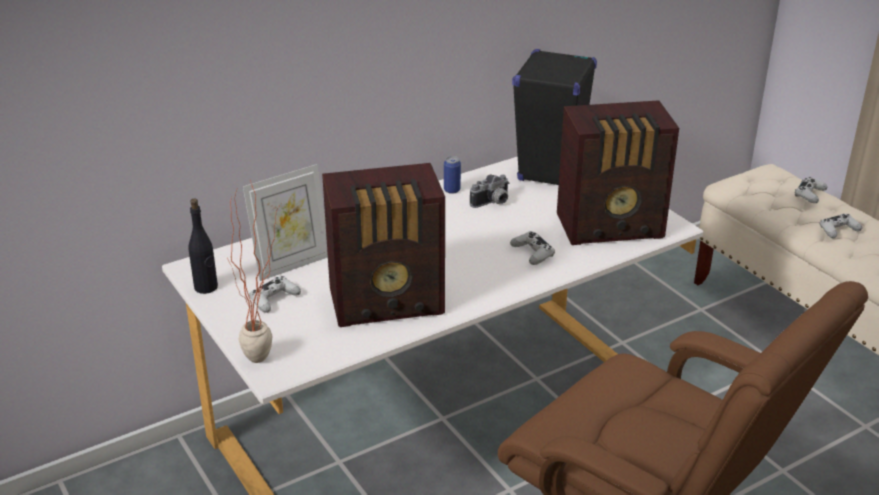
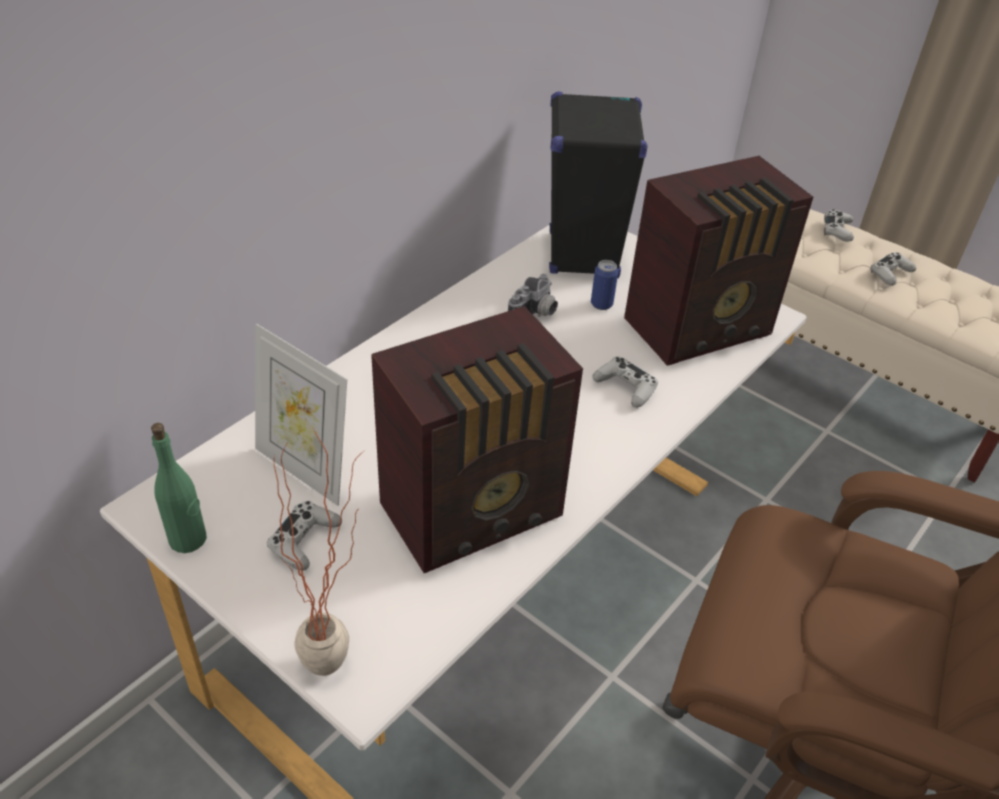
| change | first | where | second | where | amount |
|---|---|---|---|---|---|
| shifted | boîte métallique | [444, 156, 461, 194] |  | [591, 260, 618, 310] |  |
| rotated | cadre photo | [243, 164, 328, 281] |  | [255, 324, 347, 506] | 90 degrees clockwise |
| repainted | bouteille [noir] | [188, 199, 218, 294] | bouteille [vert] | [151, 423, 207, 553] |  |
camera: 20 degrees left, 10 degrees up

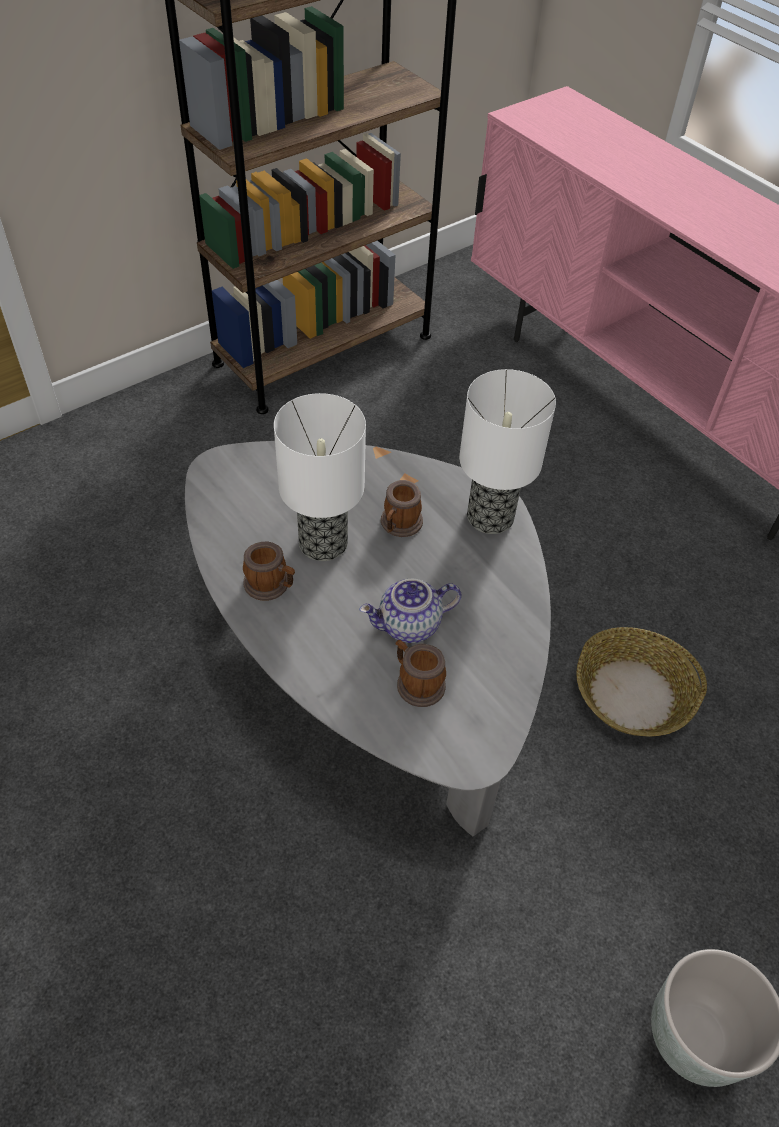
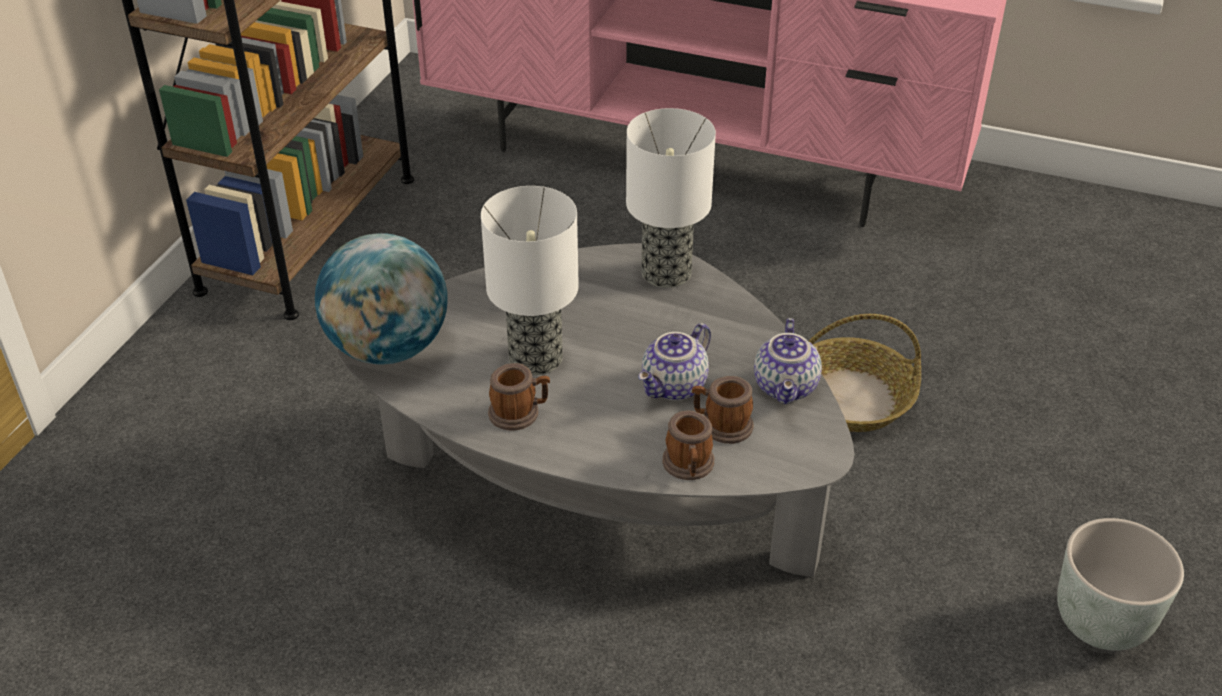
| change | first | where | second | where | amount |
|---|---|---|---|---|---|
| shifted | mug | [381, 480, 423, 537] |  | [663, 410, 714, 480] |  |
| new |  |  | globe | [315, 233, 448, 365] |  |
| new |  |  | théière | [754, 318, 822, 404] |  |
camera: 30 degrees left, 10 degrees down

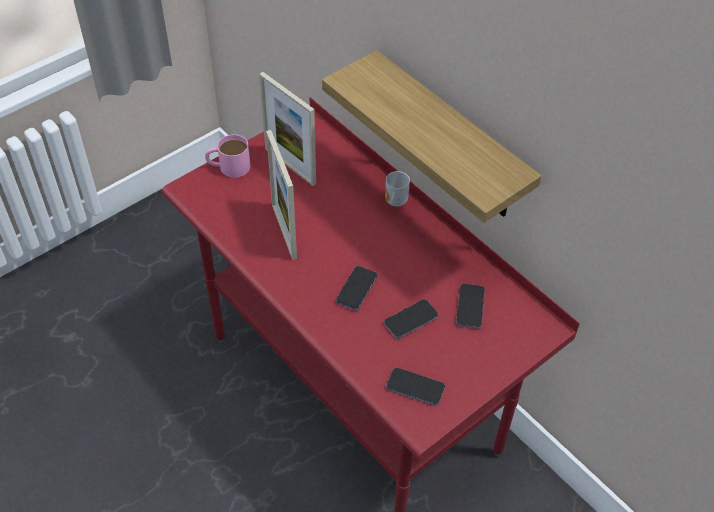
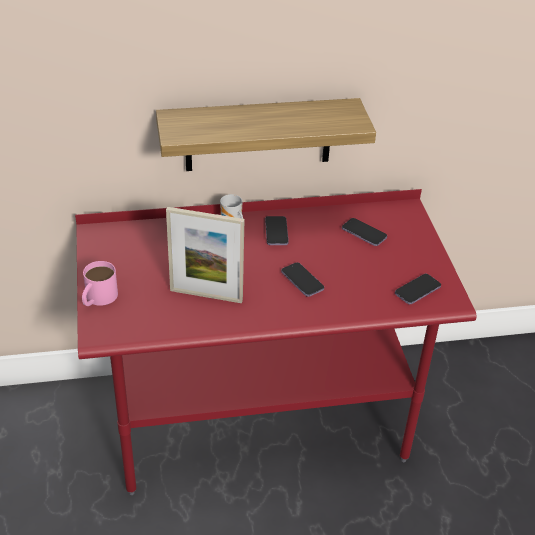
| change | first | where | second | where | amount |
|---|---|---|---|---|---|
| gone | cadre photo | [259, 72, 316, 186] |  |  |  |
| shifted | téléphone | [384, 299, 438, 339] |  | [265, 216, 289, 245] |  |
camera: 60 degrees left, 10 degrees down

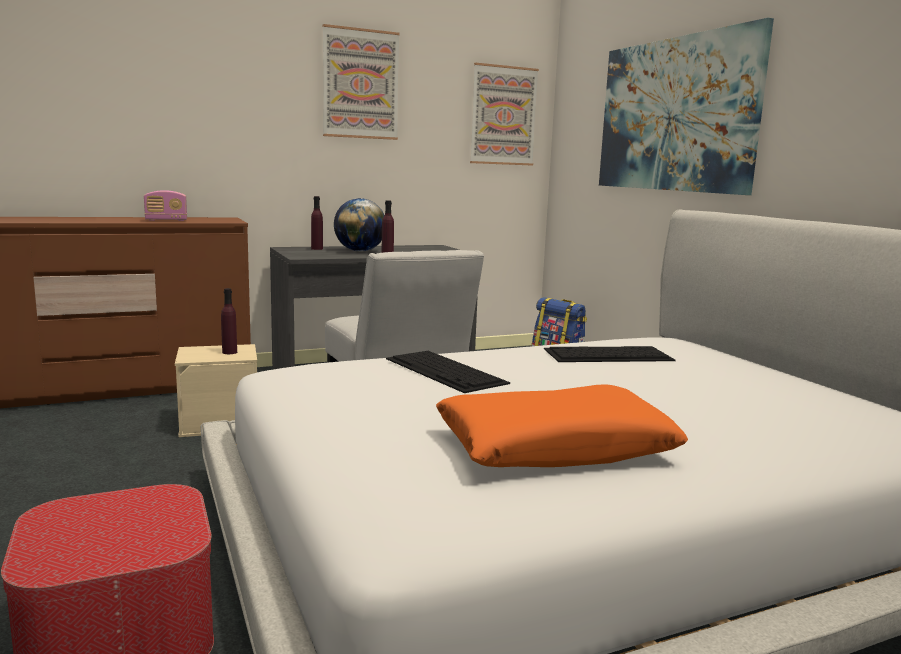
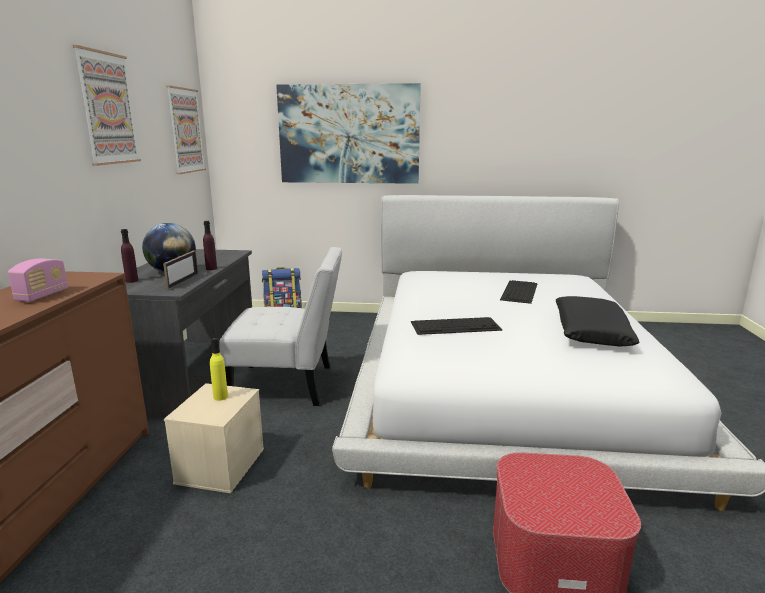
| change | first | where | second | where | amount |
|---|---|---|---|---|---|
| repainted | bouteille [violet] | [221, 288, 237, 354] | bouteille [jaune] | [210, 338, 228, 401] |  |
| shifted | clavier | [544, 346, 676, 362] |  | [500, 280, 538, 304] |  |
| repainted | coussin [orange] | [436, 384, 688, 467] | coussin [noir] | [556, 296, 639, 347] |  |
| new |  |  | cadre photo | [163, 250, 198, 290] |  |
camera: 60 degrees left, 5 degrees up

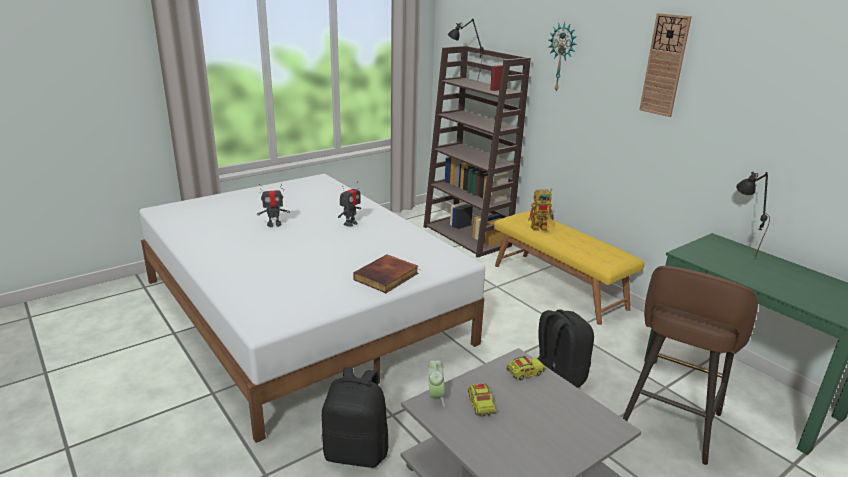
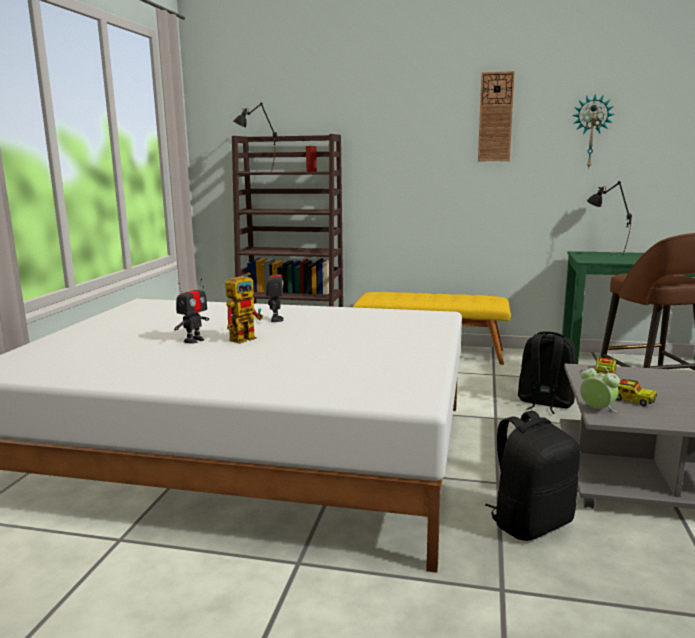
| change | first | where | second | where | amount |
|---|---|---|---|---|---|
| shifted | horloge murale | [548, 22, 577, 91] |  | [572, 93, 615, 169] |  |
| shifted | robot jouet | [528, 189, 554, 231] |  | [225, 273, 263, 344] |  |
| gone | livre | [353, 254, 418, 293] |  |  |  |
camera: 40 degrees left, 10 degrees down

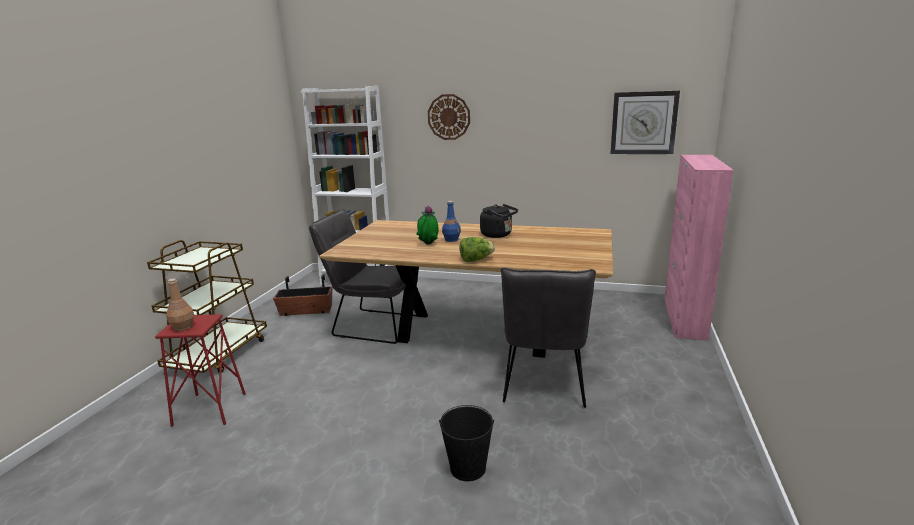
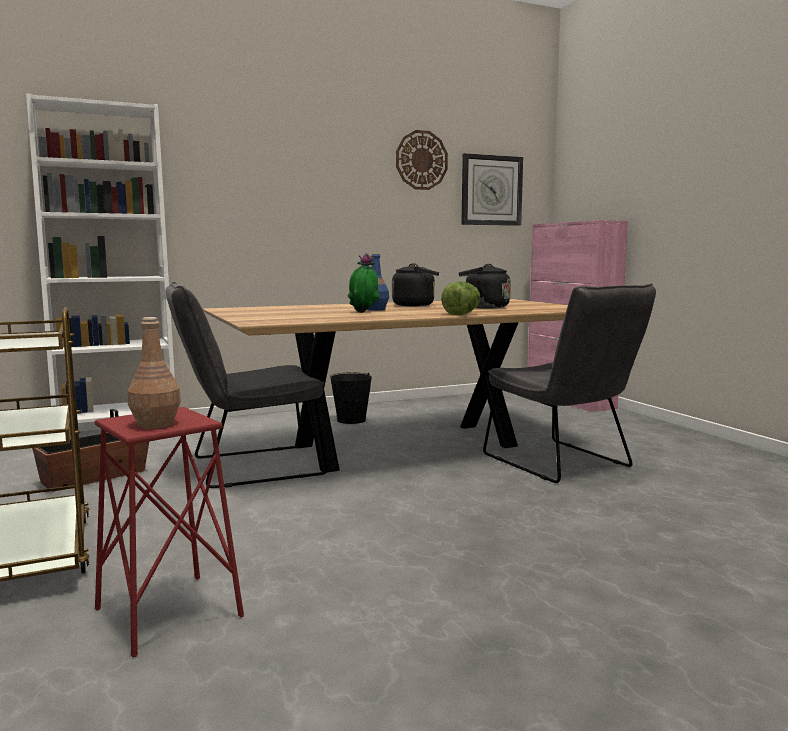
| change | first | where | second | where | amount |
|---|---|---|---|---|---|
| shifted | horloge murale | [428, 94, 470, 140] |  | [396, 130, 448, 190] |  |
| shifted | seau [noir] | [439, 405, 494, 481] |  | [330, 372, 372, 424] |  |
| new |  |  | bouilloire [noir] | [459, 264, 511, 309] |  |
camera: 40 degrees left, 10 degrees down

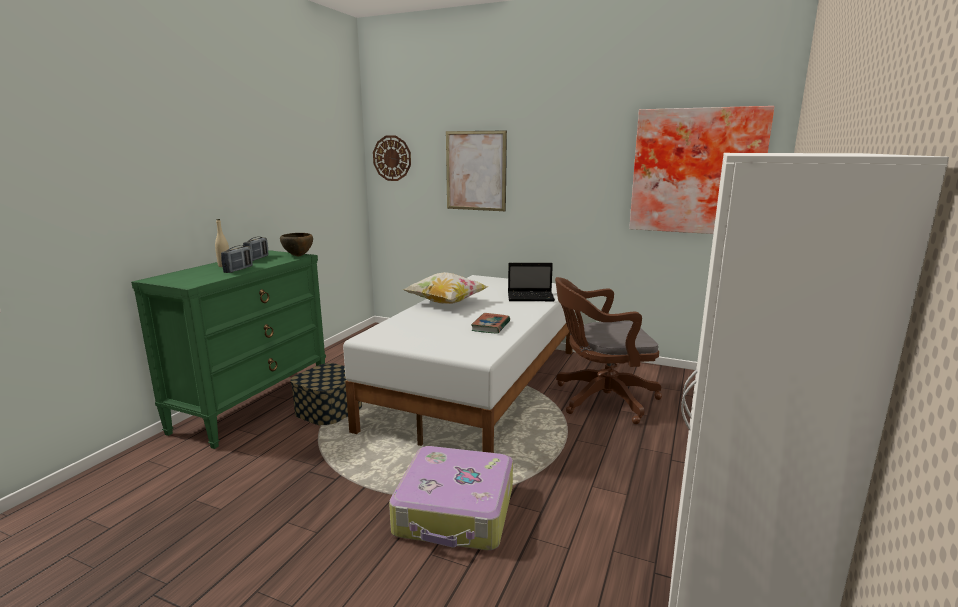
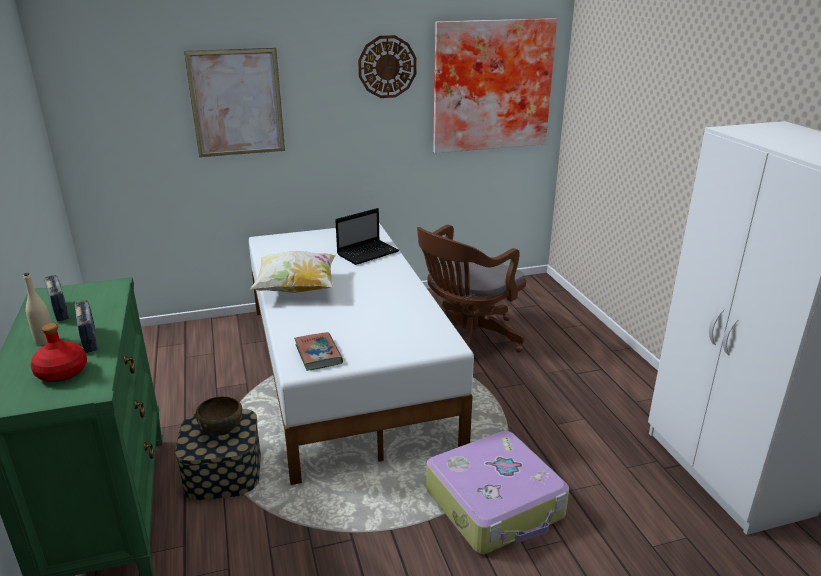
| change | first | where | second | where | amount |
|---|---|---|---|---|---|
| shifted | horloge murale | [373, 136, 411, 181] |  | [358, 35, 416, 98] |  |
| shifted | bol [marron] | [280, 233, 313, 256] |  | [196, 396, 242, 436] |  |
| shifted | livre | [471, 313, 510, 334] |  | [294, 332, 343, 371] |  |
| new |  |  | bouteille [rouge] | [31, 323, 87, 382] |  |
camera: 40 degrees left, 10 degrees up

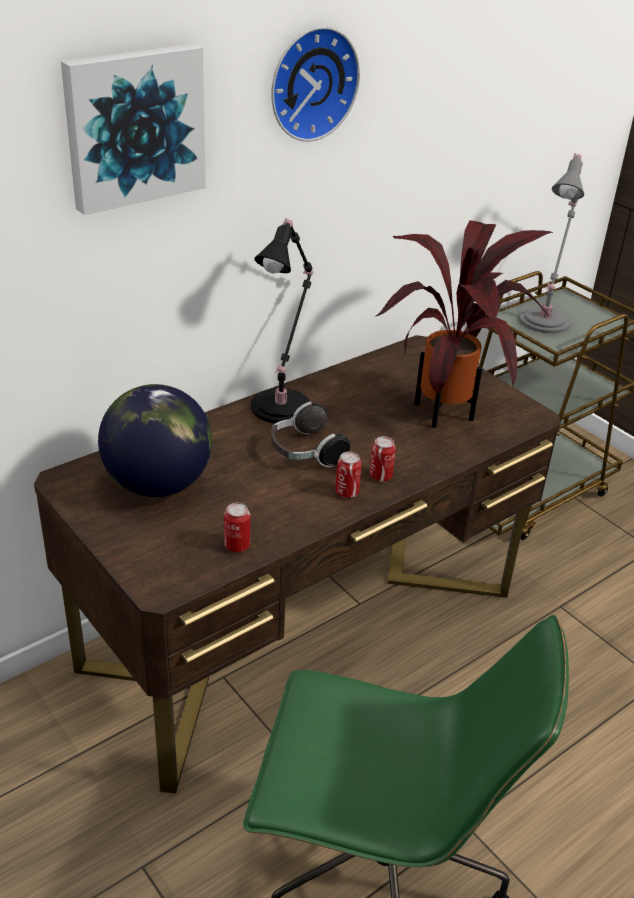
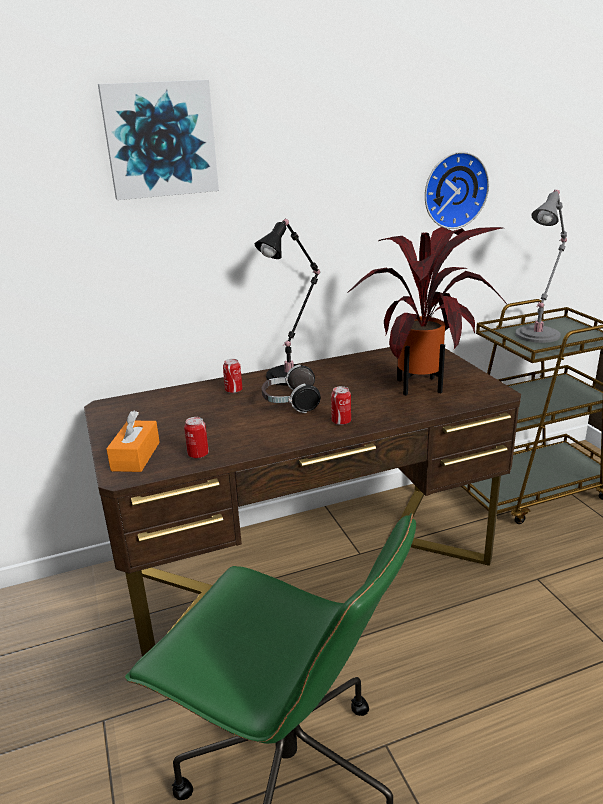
| change | first | where | second | where | amount |
|---|---|---|---|---|---|
| shifted | horloge murale | [271, 26, 360, 142] |  | [425, 152, 489, 229] |  |
| gone | globe | [98, 384, 212, 497] |  |  |  |
| shifted | boîte métallique | [335, 452, 362, 498] |  | [223, 359, 242, 393] |  |
| new |  |  | boîte à mouchoirs [orange] | [106, 411, 160, 472] |  |
camera: 20 degrees right, 10 degrees down

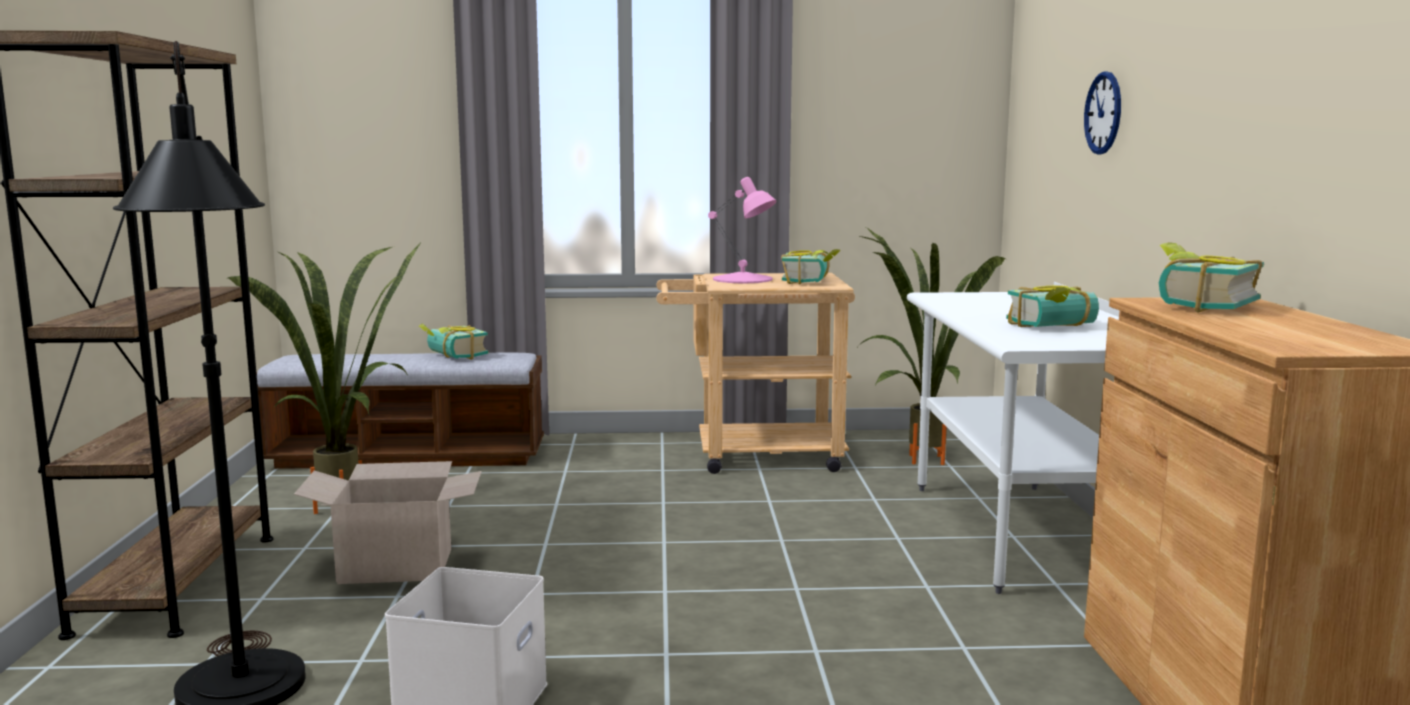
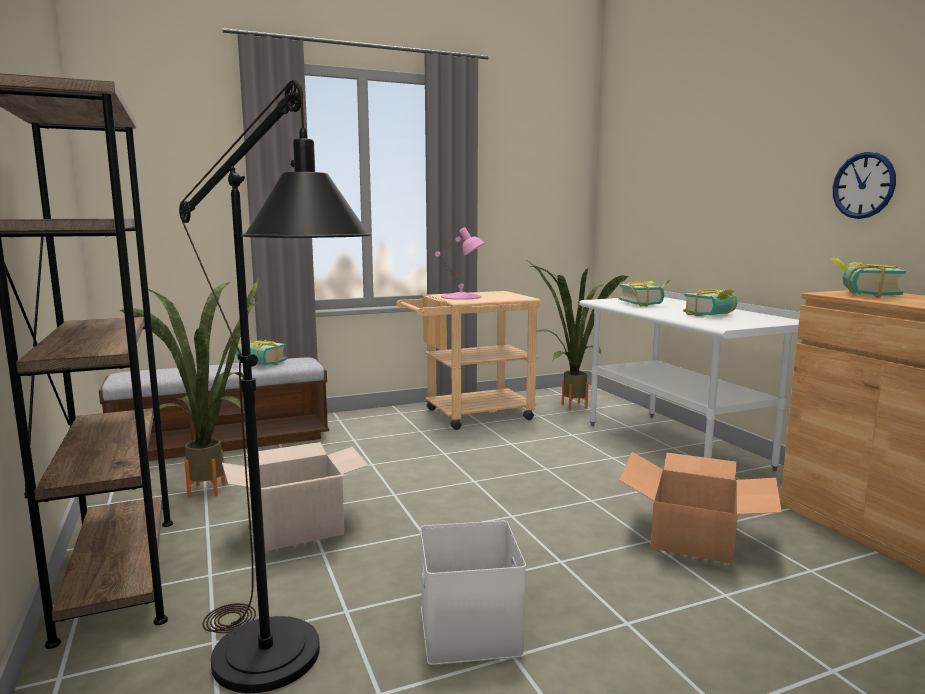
| change | first | where | second | where | amount |
|---|---|---|---|---|---|
| shifted | horloge murale | [1084, 71, 1121, 155] |  | [833, 152, 896, 219] |  |
| shifted | livre | [781, 249, 841, 285] |  | [619, 280, 670, 307] |  |
| new |  |  | carton | [619, 452, 782, 564] |  |
camera: 20 degrees left, 0 degrees up

